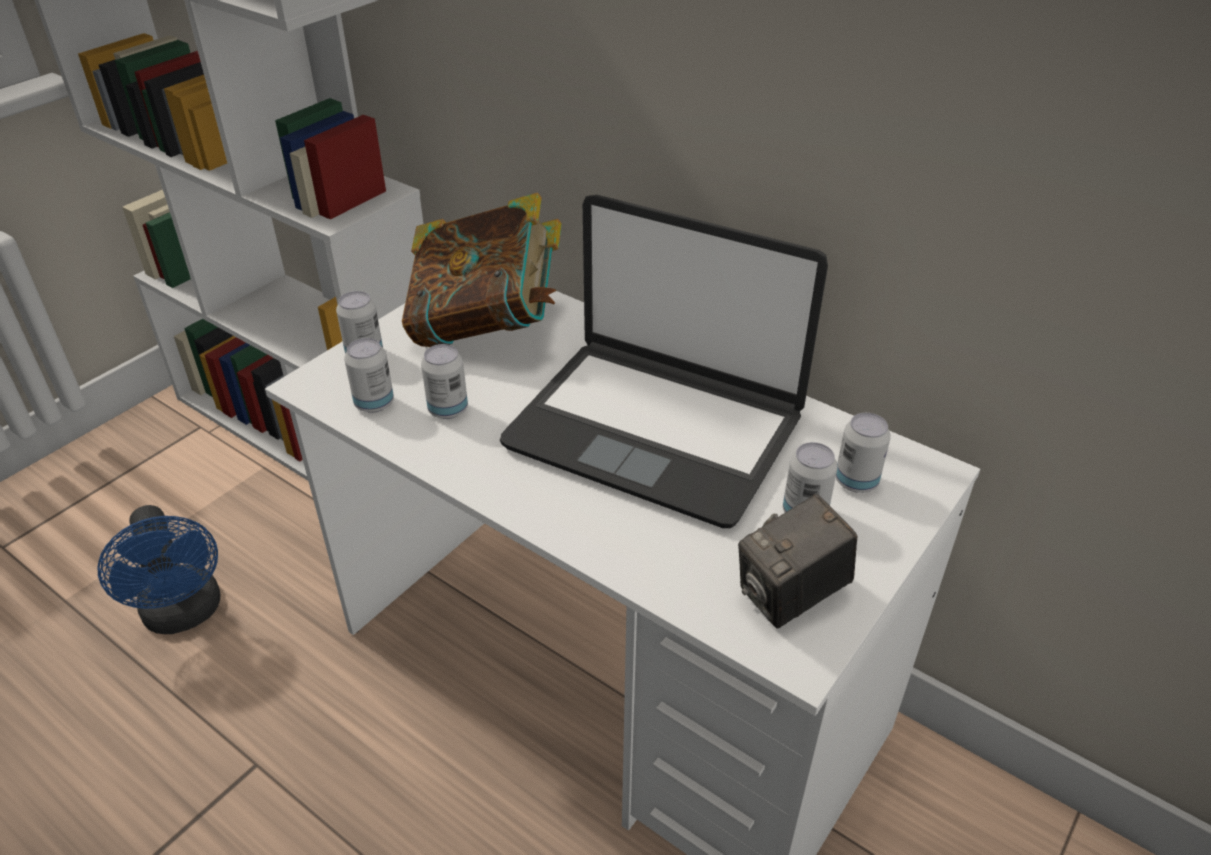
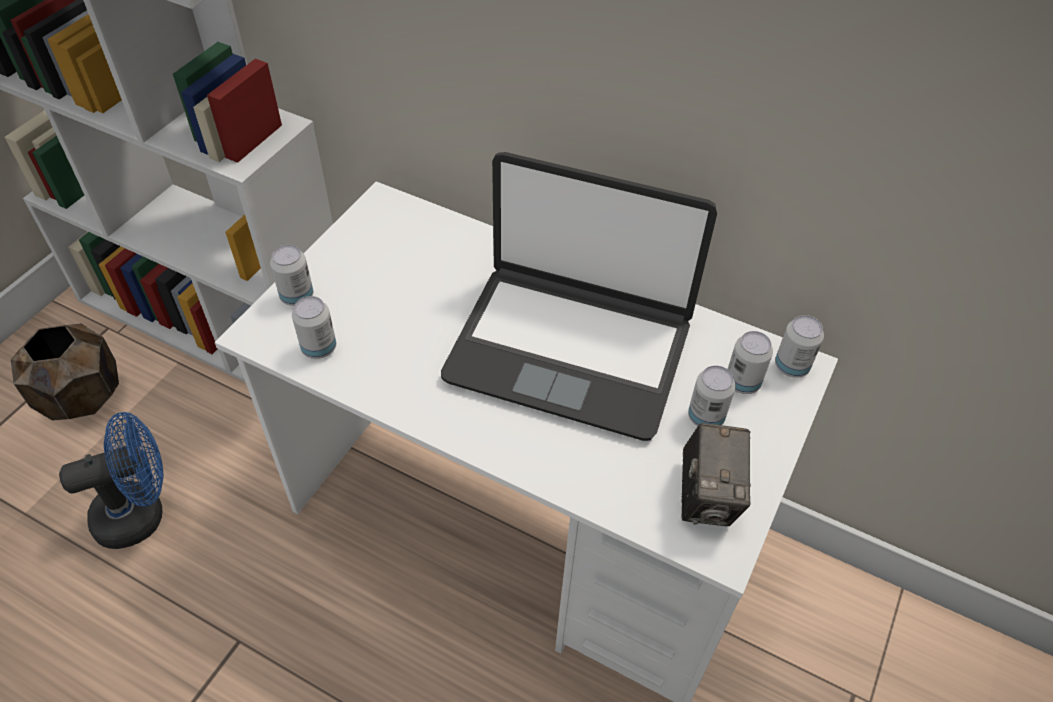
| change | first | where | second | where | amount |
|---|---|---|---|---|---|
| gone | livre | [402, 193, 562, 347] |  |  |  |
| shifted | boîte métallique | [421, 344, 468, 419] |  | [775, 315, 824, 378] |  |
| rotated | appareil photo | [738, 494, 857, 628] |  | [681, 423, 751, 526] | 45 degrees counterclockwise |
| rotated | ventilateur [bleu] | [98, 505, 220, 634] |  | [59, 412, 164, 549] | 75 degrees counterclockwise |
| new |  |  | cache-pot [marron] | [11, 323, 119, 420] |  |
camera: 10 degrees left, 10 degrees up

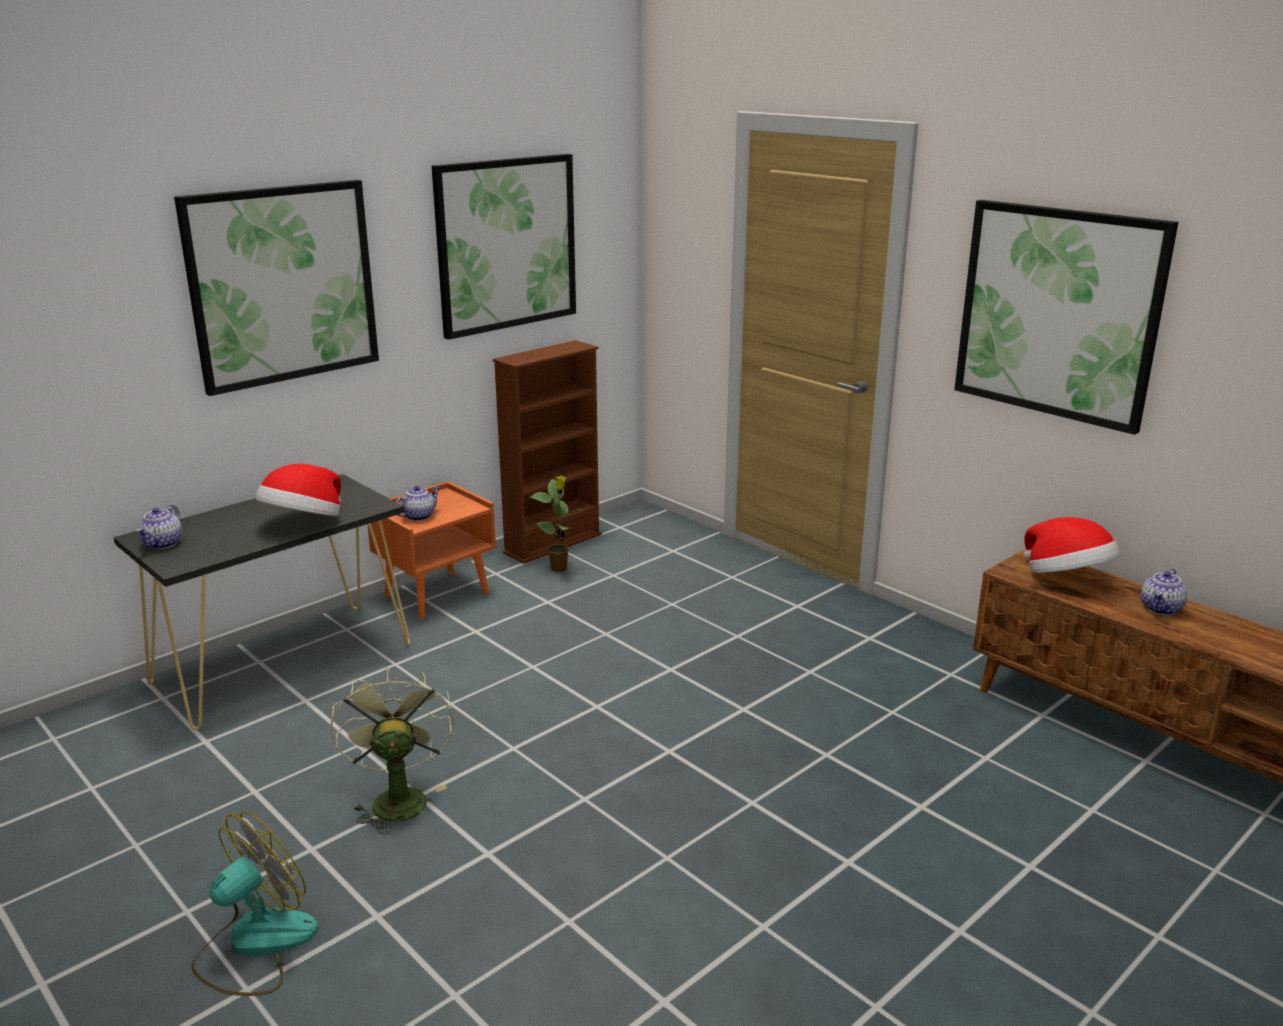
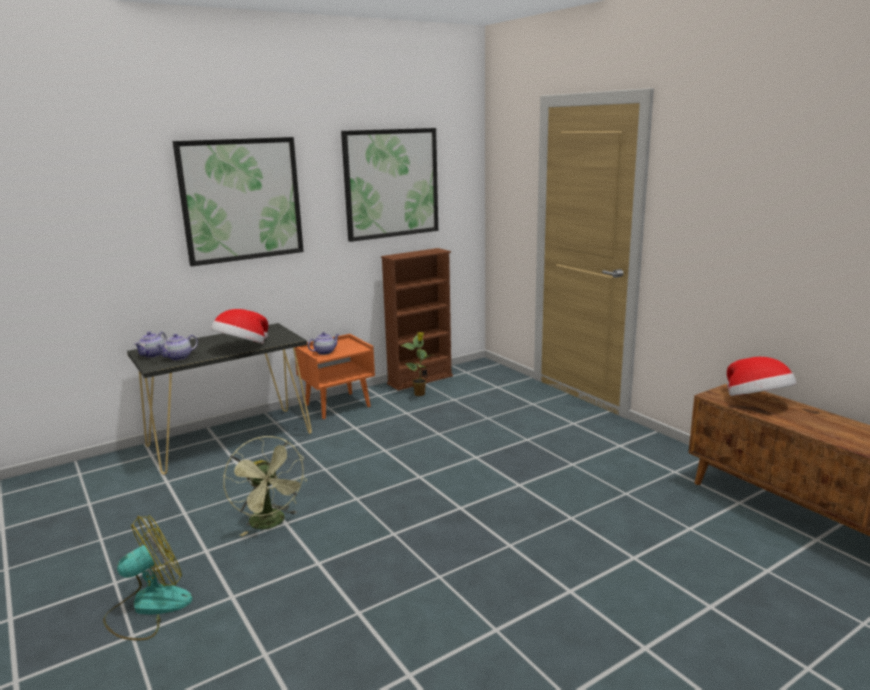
| change | first | where | second | where | amount |
|---|---|---|---|---|---|
| gone | tableau | [954, 200, 1178, 435] |  |  |  |
| shifted | théière | [1141, 569, 1187, 615] |  | [155, 334, 198, 361] |  |
| rotated | ventilateur [vert] | [330, 668, 454, 834] |  | [223, 436, 307, 536] | 150 degrees clockwise |
camera: 10 degrees right, 5 degrees down

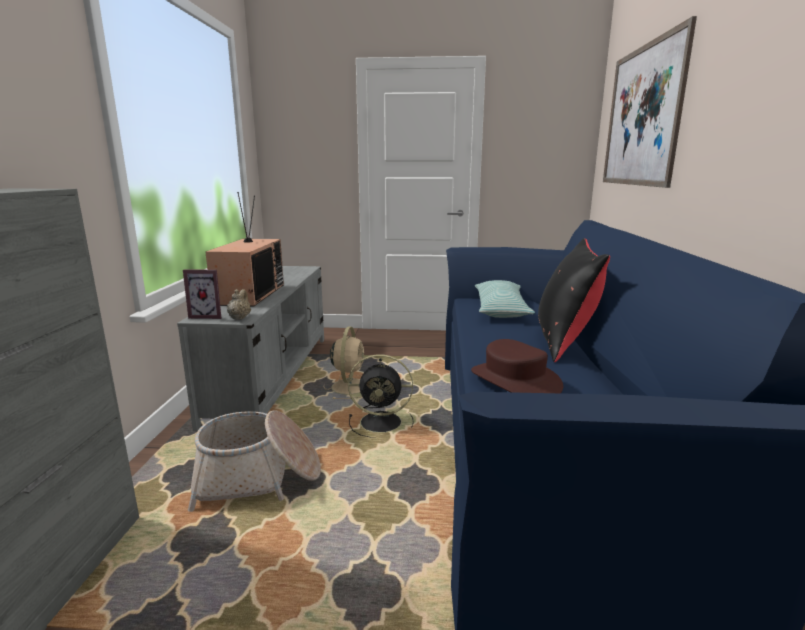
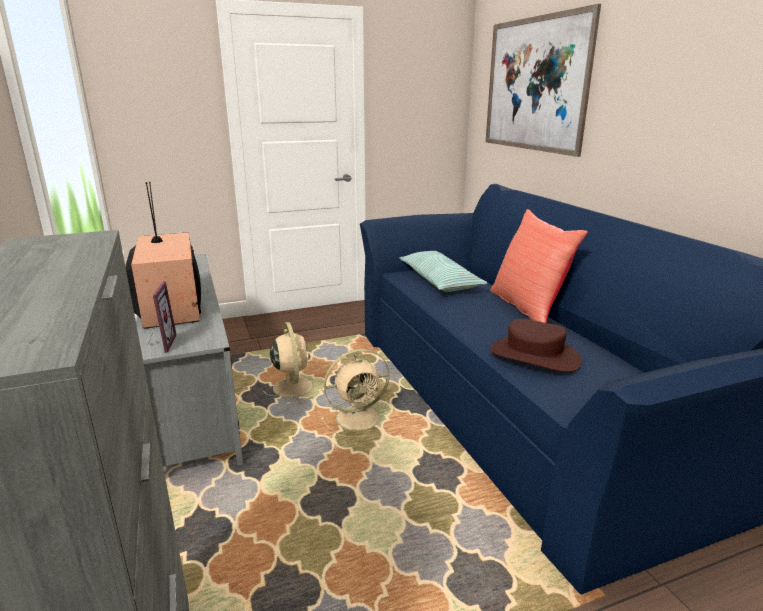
| change | first | where | second | where | amount |
|---|---|---|---|---|---|
| repainted | coussin [noir] | [538, 238, 610, 362] | coussin [rouge] | [490, 209, 588, 323] |  |
| rotated | cadre photo | [183, 269, 221, 319] |  | [149, 281, 177, 353] | 75 degrees counterclockwise |
| gone | théière [beige] | [227, 289, 251, 320] |  |  |  |
| repainted | ventilateur [noir] | [348, 354, 414, 438] | ventilateur [beige] | [321, 349, 392, 437] |  |
| gone | panier | [188, 410, 321, 512] |  |  |  |
camera: 25 degrees left, 5 degrees up

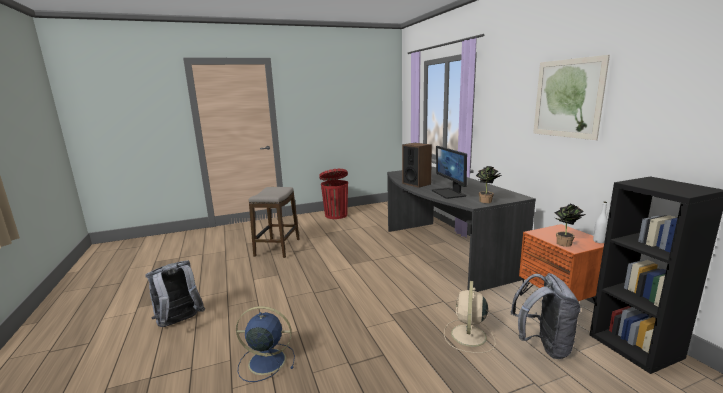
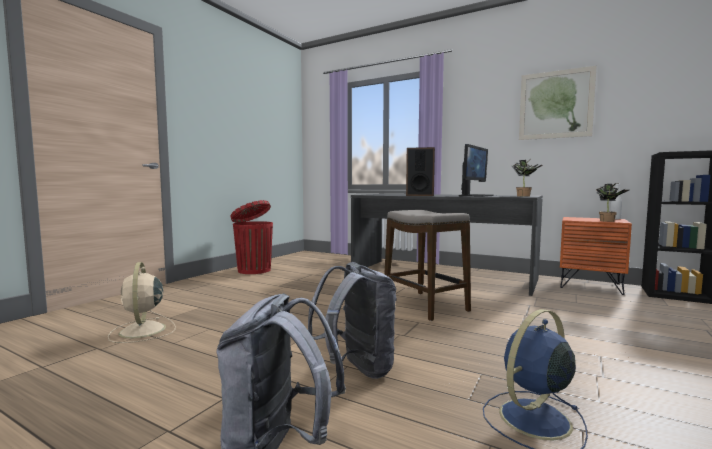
| change | first | where | second | where | amount |
|---|---|---|---|---|---|
| rotated | écran d'ordinateur | [432, 146, 467, 199] |  | [459, 144, 494, 197] | 90 degrees counterclockwise |
| shifted | tabouret | [249, 187, 299, 258] |  | [384, 210, 471, 321] |  |
| shifted | sac à dos [gris] | [511, 273, 580, 359] |  | [308, 262, 397, 379] |  |
| shifted | ventilateur [beige] | [444, 281, 495, 353] |  | [108, 262, 176, 343] |  |
camera: 40 degrees left, 10 degrees down

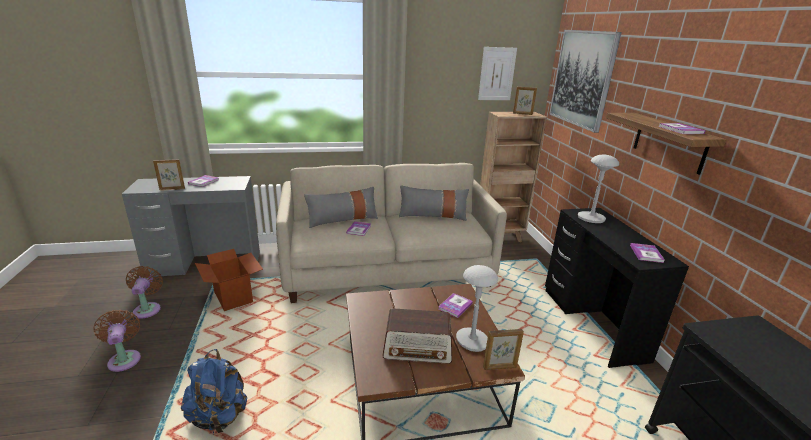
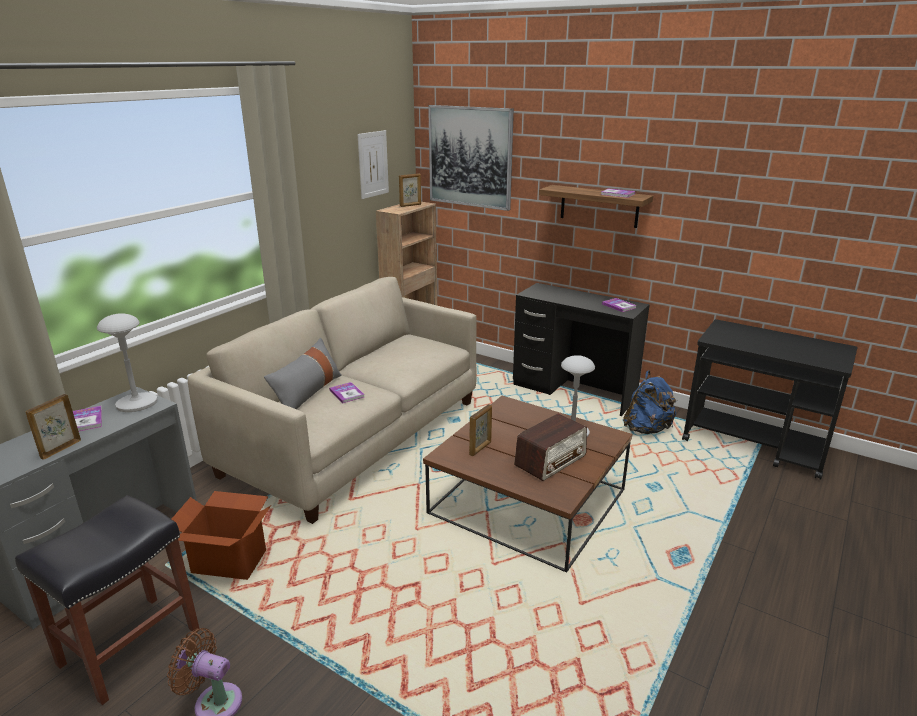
| change | first | where | second | where | amount |
|---|---|---|---|---|---|
| shifted | lampe de table [gris] | [578, 155, 619, 223] |  | [97, 313, 157, 412] |  |
| gone | coussin [gris] | [399, 185, 469, 221] |  |  |  |
| swapped | ventilateur [marron] | [126, 266, 163, 319] | tabouret [noir] | [15, 495, 199, 705] |  |
| gone | livre | [438, 293, 473, 318] |  |  |  |
| shifted | cadre photo | [483, 329, 524, 370] |  | [469, 404, 492, 456] |  |
| shifted | sac à dos [bleu] | [181, 349, 247, 434] |  | [623, 371, 677, 434] |  |
camera: 45 degrees left, 0 degrees up

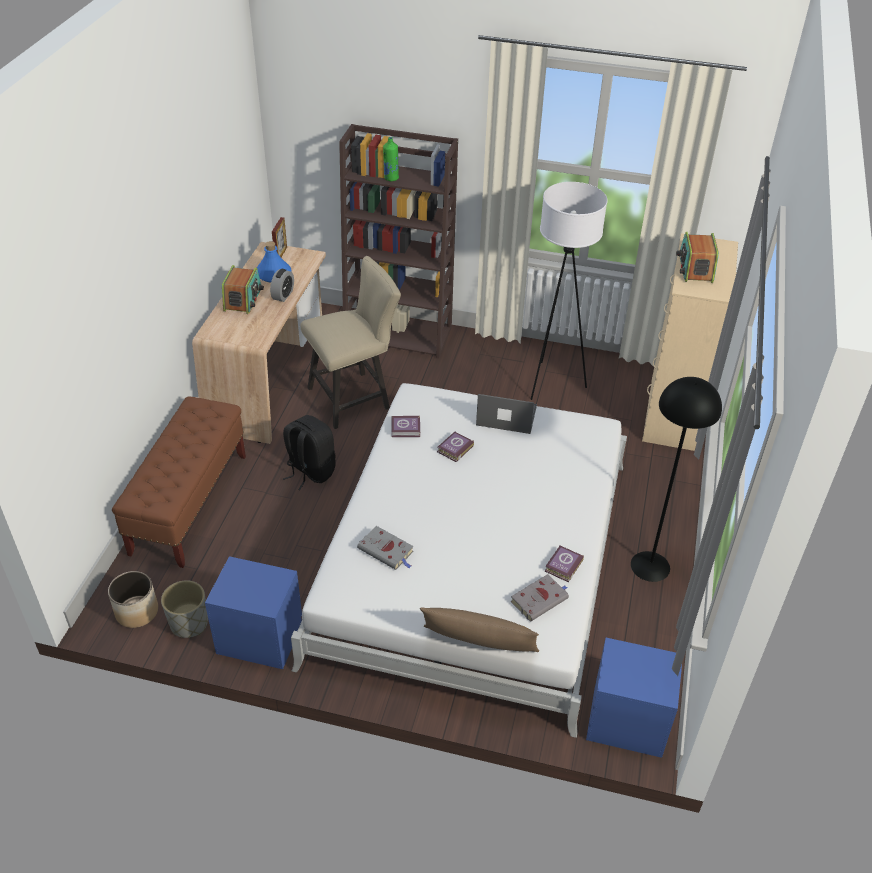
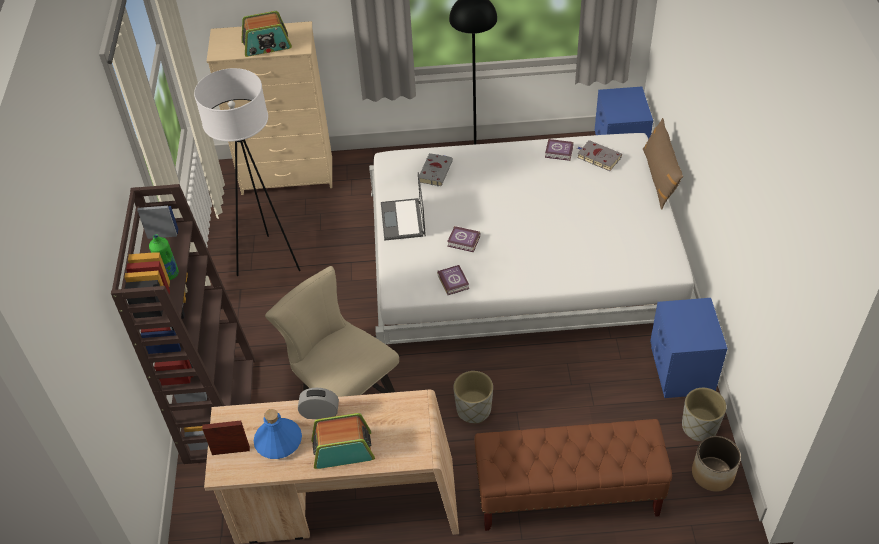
| change | first | where | second | where | amount |
|---|---|---|---|---|---|
| swapped | sac à dos [noir] | [283, 415, 336, 490] | cache-pot [gris] | [453, 371, 493, 423] |  |
| shifted | livre [gris] | [357, 526, 414, 570] |  | [419, 153, 453, 186] |  |
camera: 105 degrees left, 5 degrees up

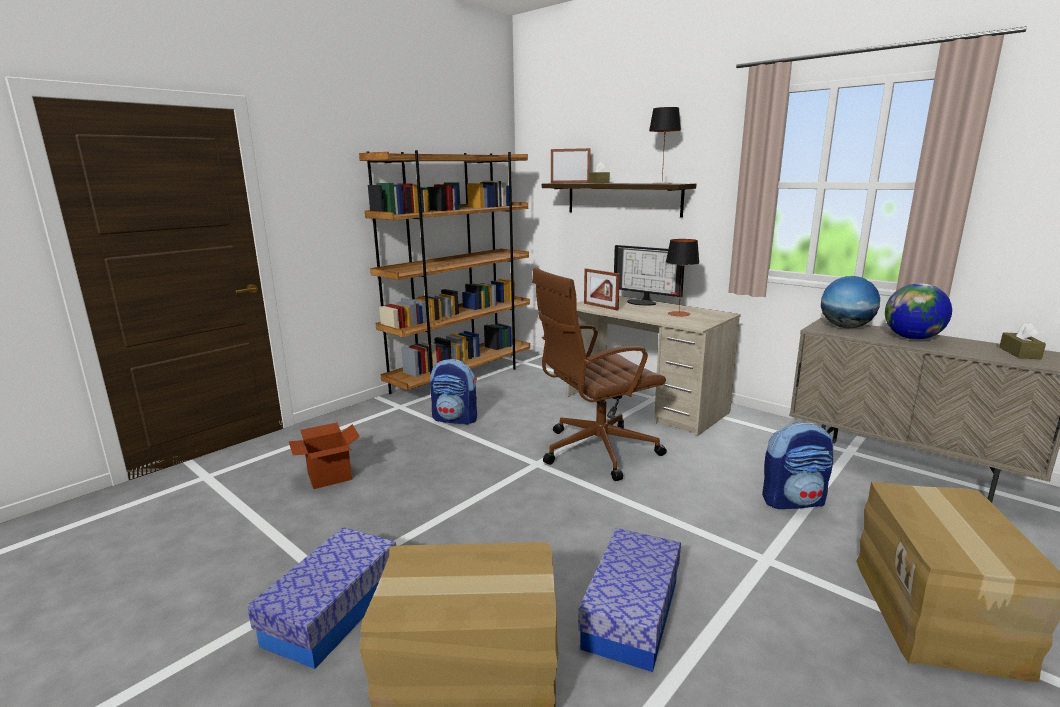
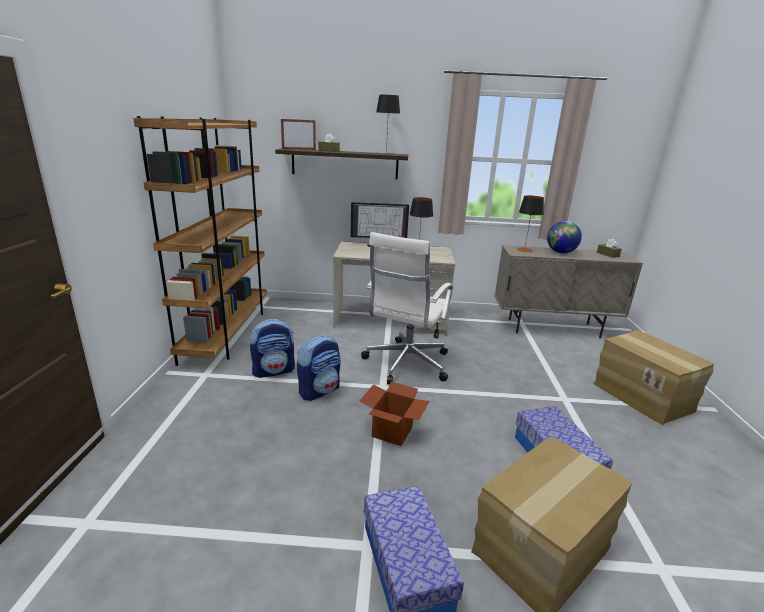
| change | first | where | second | where | amount |
|---|---|---|---|---|---|
| repainted | chaise de bureau [marron] | [532, 268, 667, 481] | chaise de bureau [blanc] | [361, 232, 453, 384] |  |
| gone | cadre photo | [584, 268, 620, 311] |  |  |  |
| swapped | globe | [821, 276, 880, 329] | lampe de table | [517, 195, 544, 252] |  |
| shifted | carton | [289, 422, 360, 489] |  | [359, 382, 429, 446] |  |
| shifted | sac à dos | [762, 422, 833, 509] |  | [297, 335, 340, 401] |  |
camera: 40 degrees left, 5 degrees up

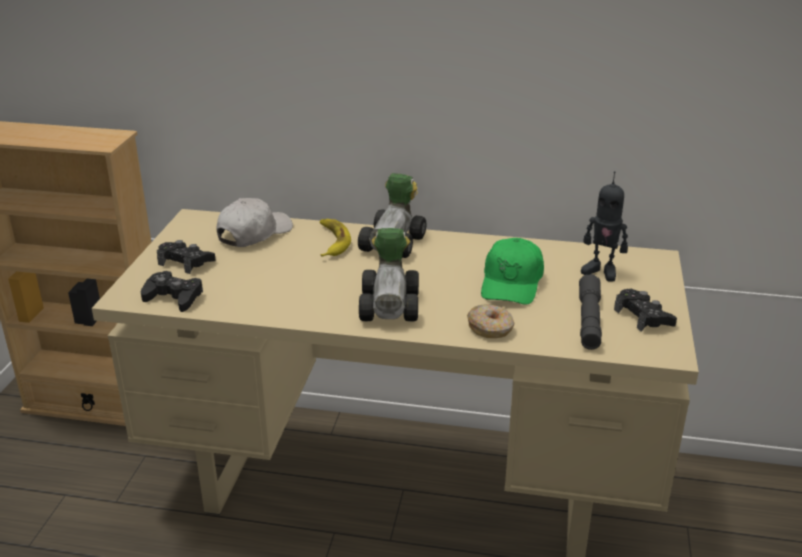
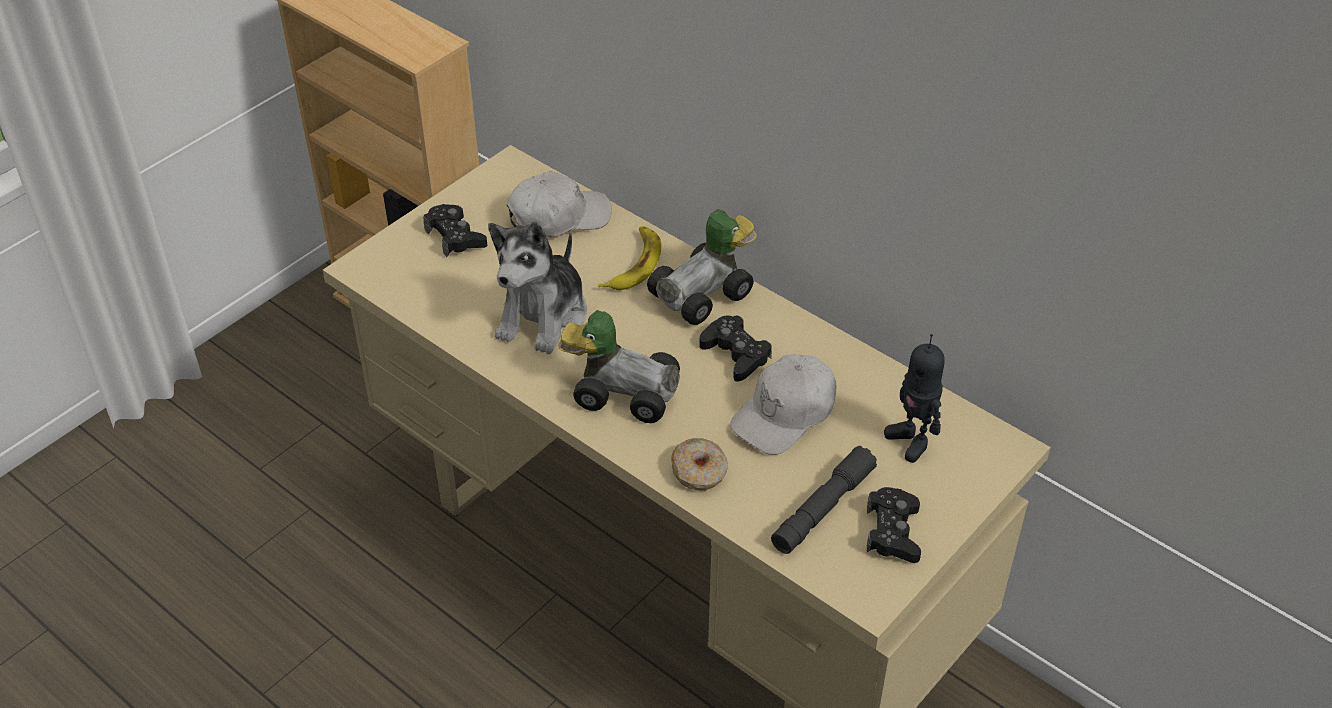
| change | first | where | second | where | amount |
|---|---|---|---|---|---|
| rotated | petite voiture | [359, 228, 419, 322] |  | [558, 310, 680, 423] | 105 degrees counterclockwise |
| repainted | casquette [vert] | [481, 238, 544, 305] | casquette [blanc] | [730, 354, 836, 455] |  |
| shifted | manette [noir] | [141, 271, 203, 312] |  | [699, 315, 772, 381] |  |
| new |  |  | peluche | [488, 221, 587, 354] |  |
camera: 30 degrees right, 15 degrees up

